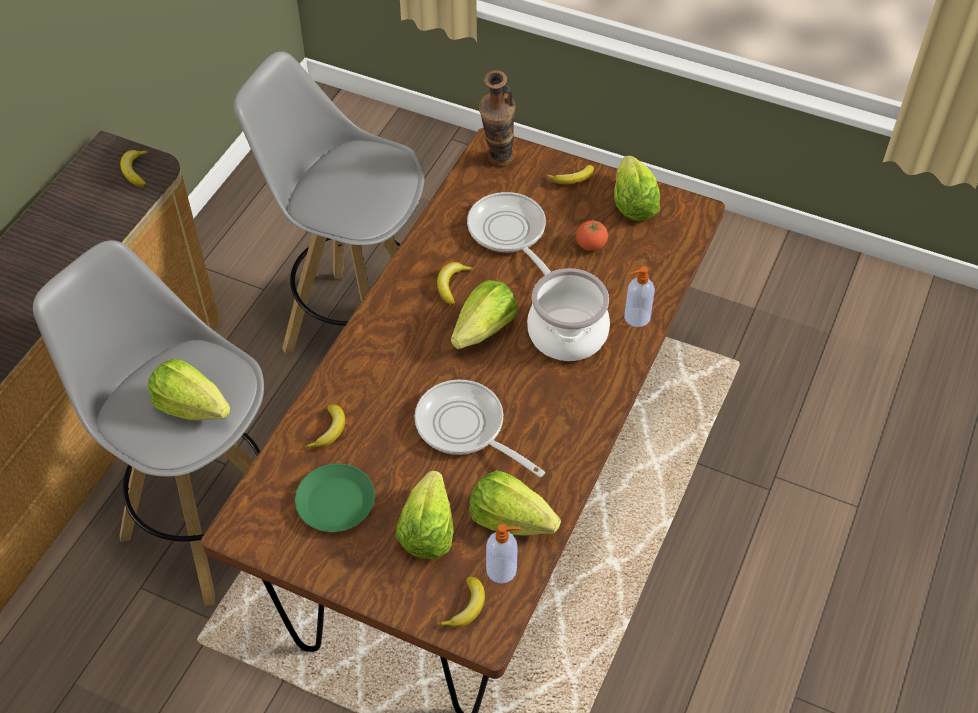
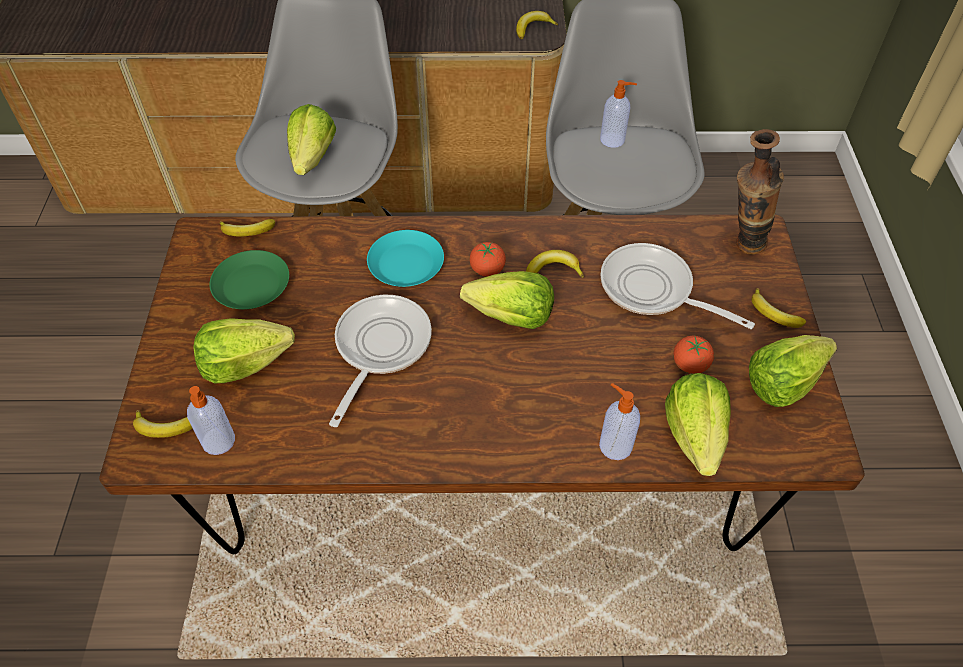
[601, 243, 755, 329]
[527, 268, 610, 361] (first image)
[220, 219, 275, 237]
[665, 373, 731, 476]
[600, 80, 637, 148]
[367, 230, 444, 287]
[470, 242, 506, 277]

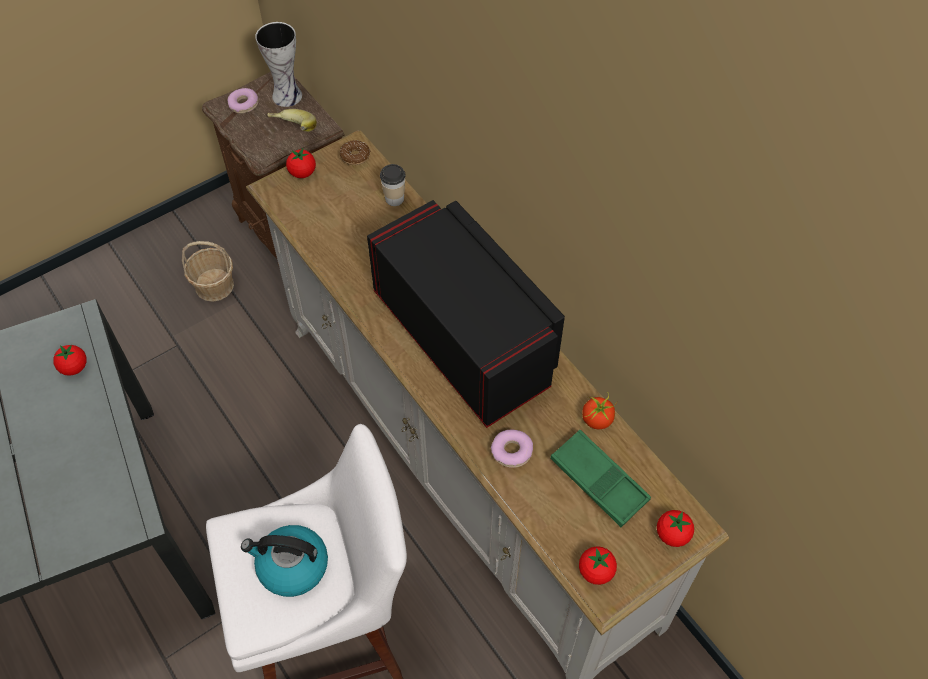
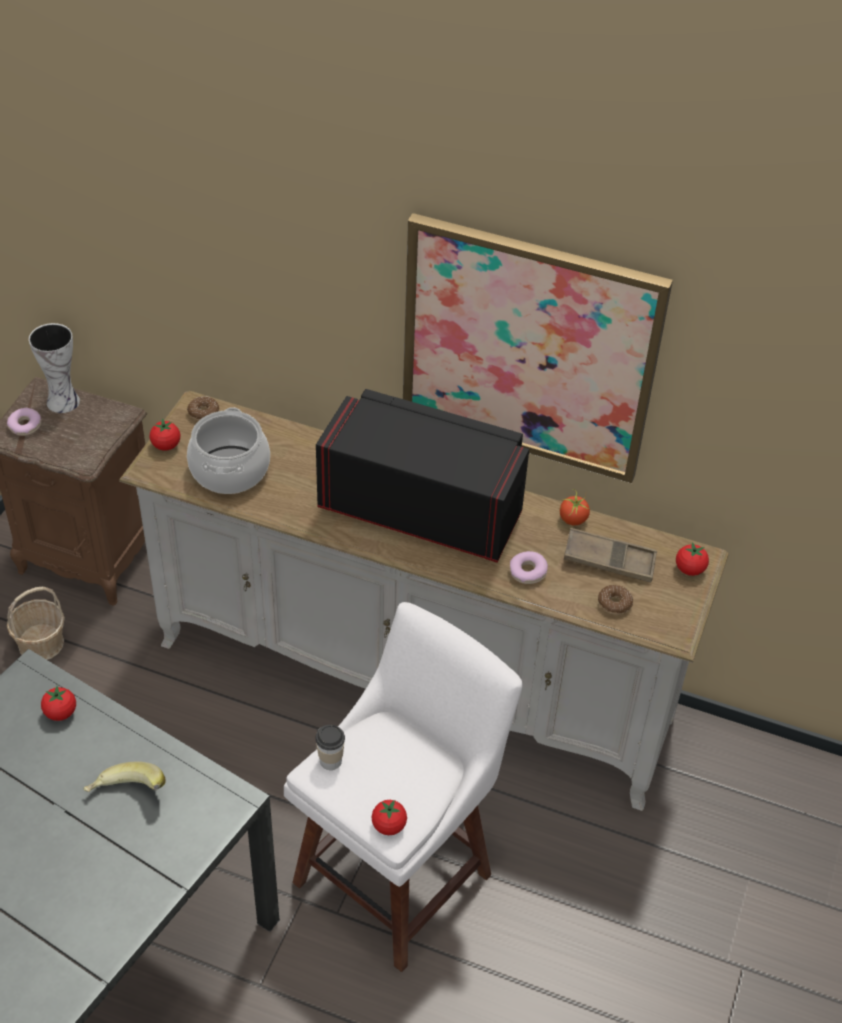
[84, 762, 166, 792]
[315, 725, 345, 770]
[564, 528, 657, 583]
[241, 525, 328, 597] (first image)
[372, 800, 407, 835]
[403, 213, 673, 483]
[187, 408, 270, 494]
[598, 585, 633, 615]

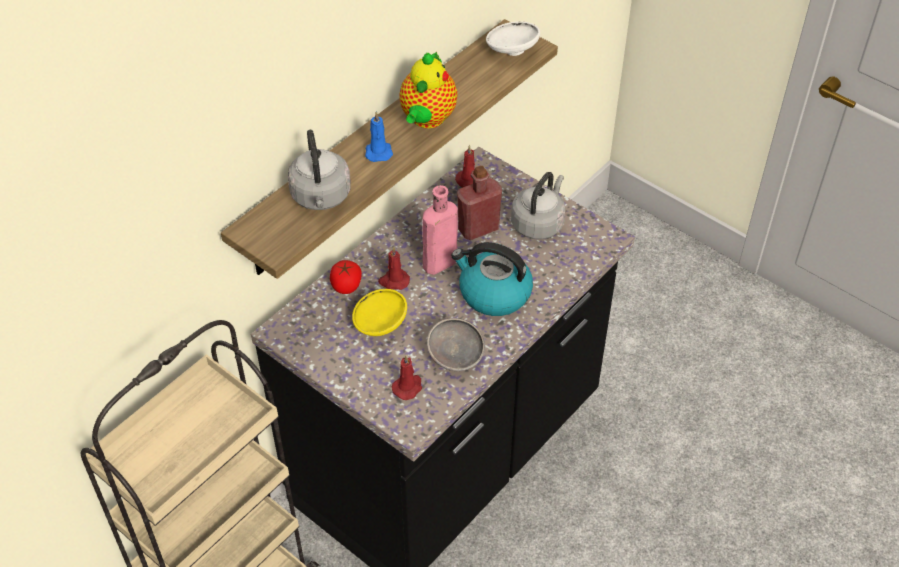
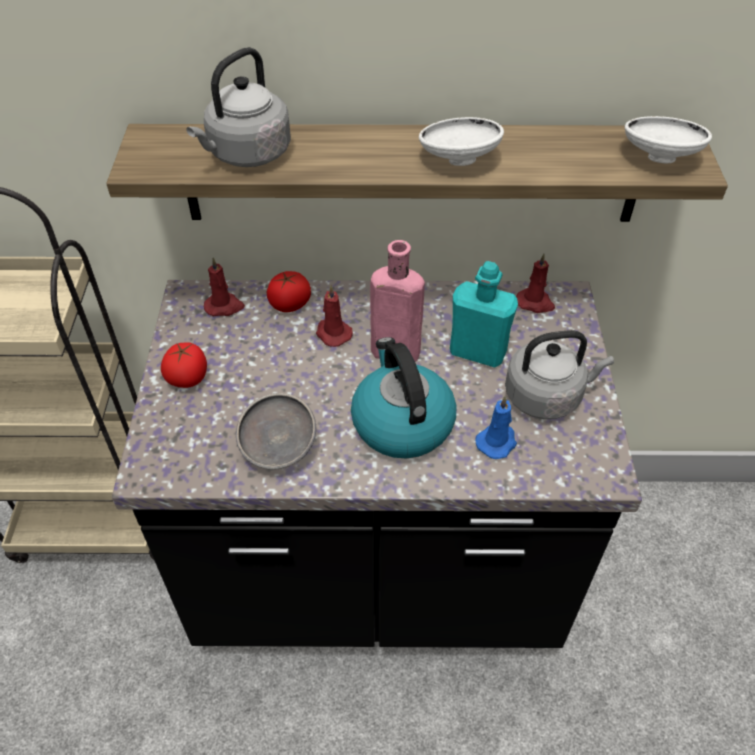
[419, 117, 504, 166]
[475, 395, 517, 459]
[450, 261, 518, 368]
[352, 289, 407, 336] (first image)
[204, 257, 245, 316]
[161, 342, 207, 388]

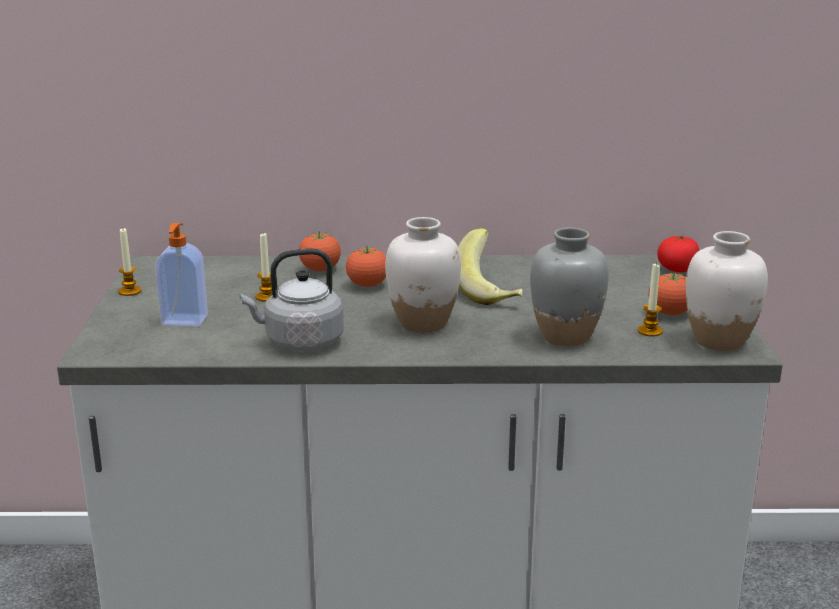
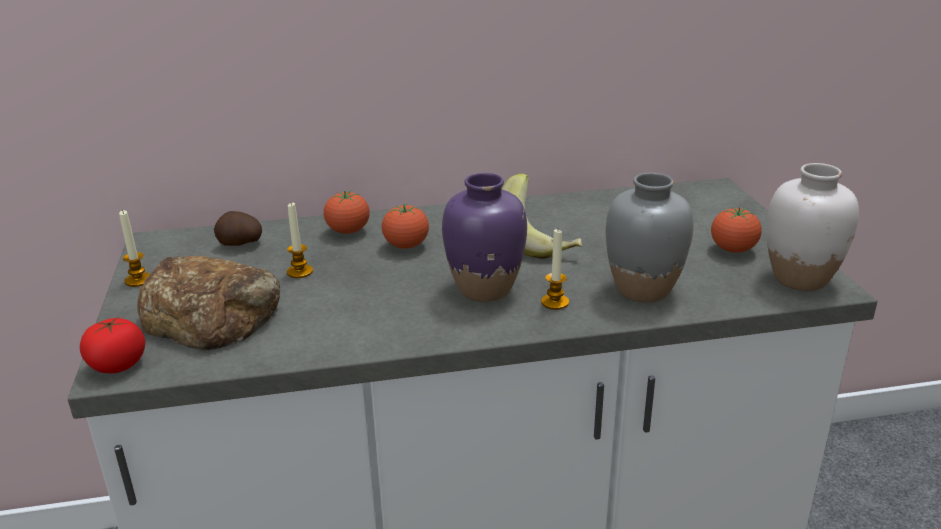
[442, 173, 527, 302]
[137, 256, 280, 350]
[80, 318, 145, 373]
[240, 248, 344, 351] (first image)
[541, 229, 569, 310]
[214, 211, 262, 246]

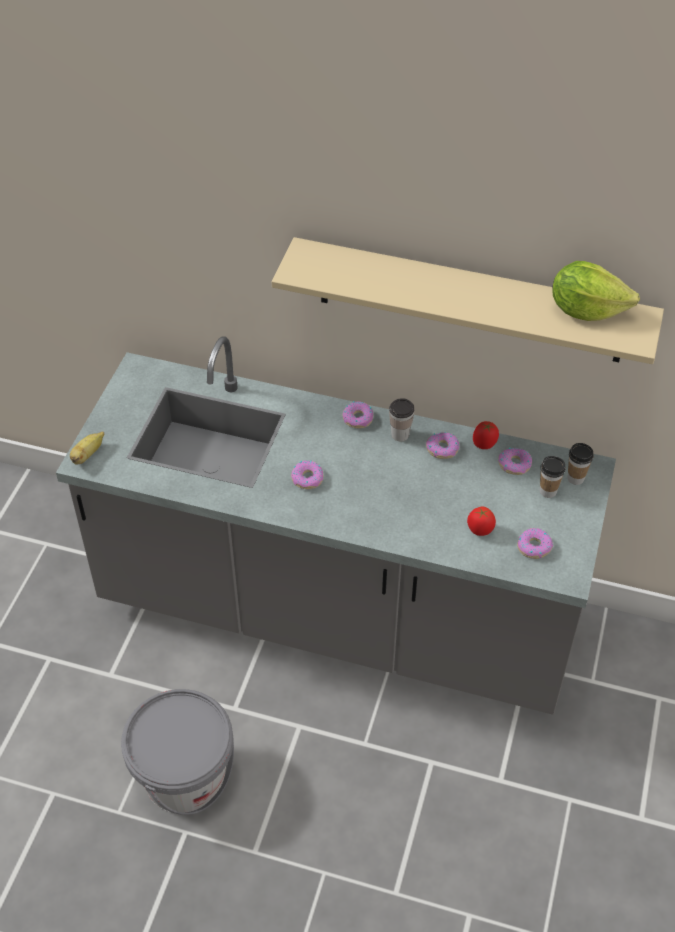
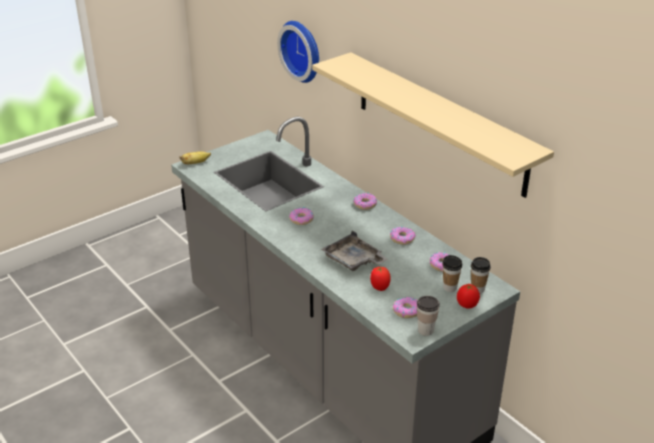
[552, 261, 640, 321] (first image)
[417, 296, 440, 336]
[457, 284, 480, 308]
[121, 689, 234, 815] (first image)
[277, 21, 319, 83]
[321, 231, 388, 271]

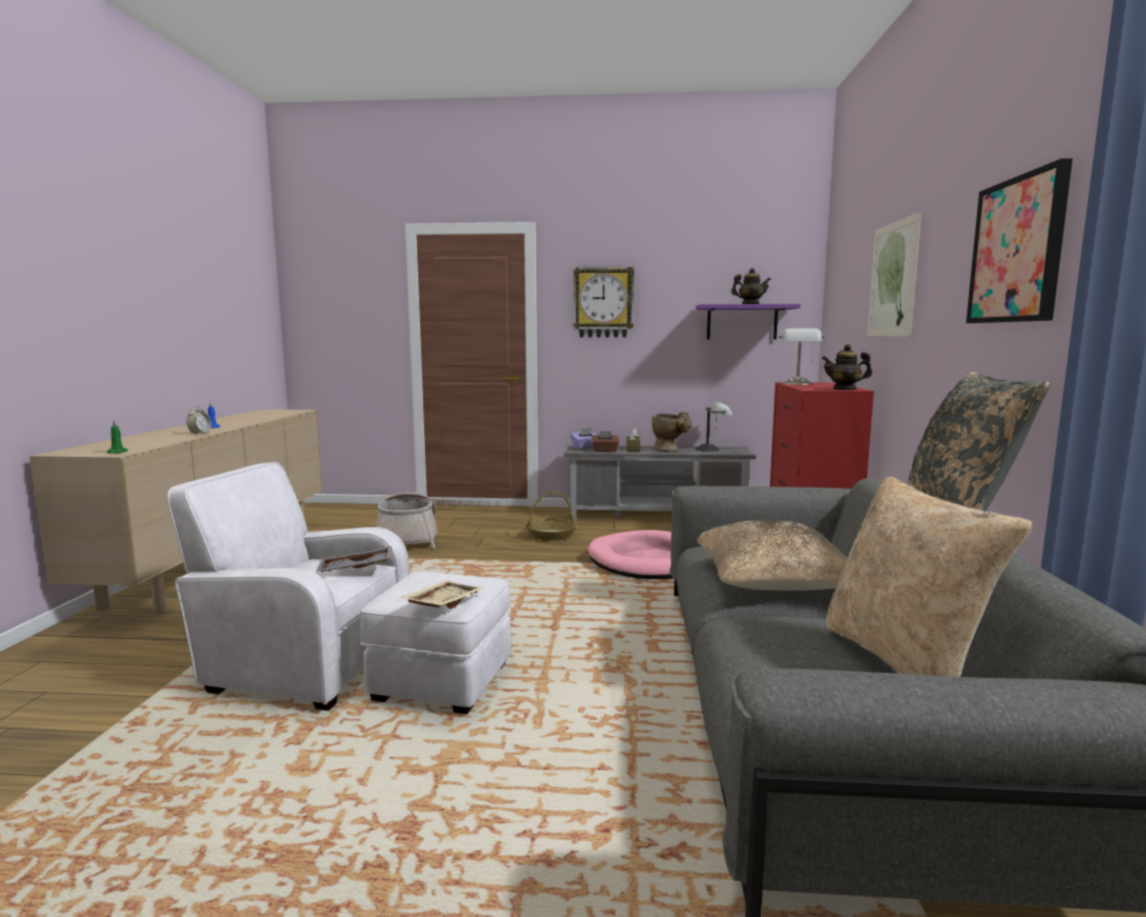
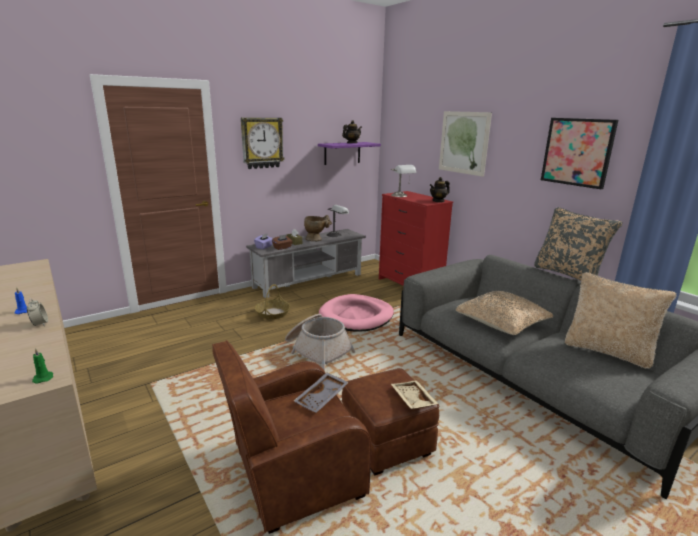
[212, 340, 439, 534]
[285, 314, 355, 371]

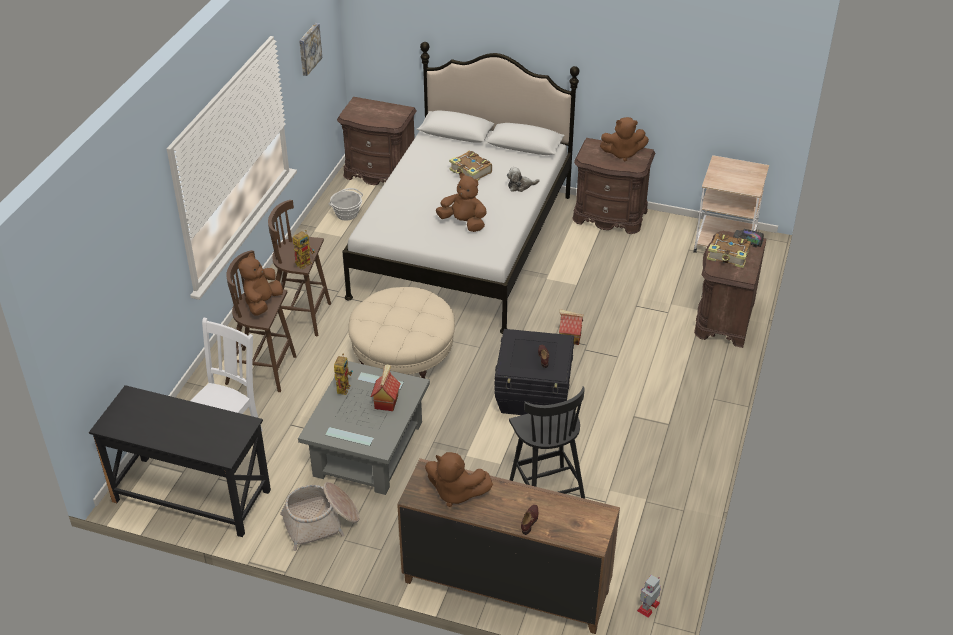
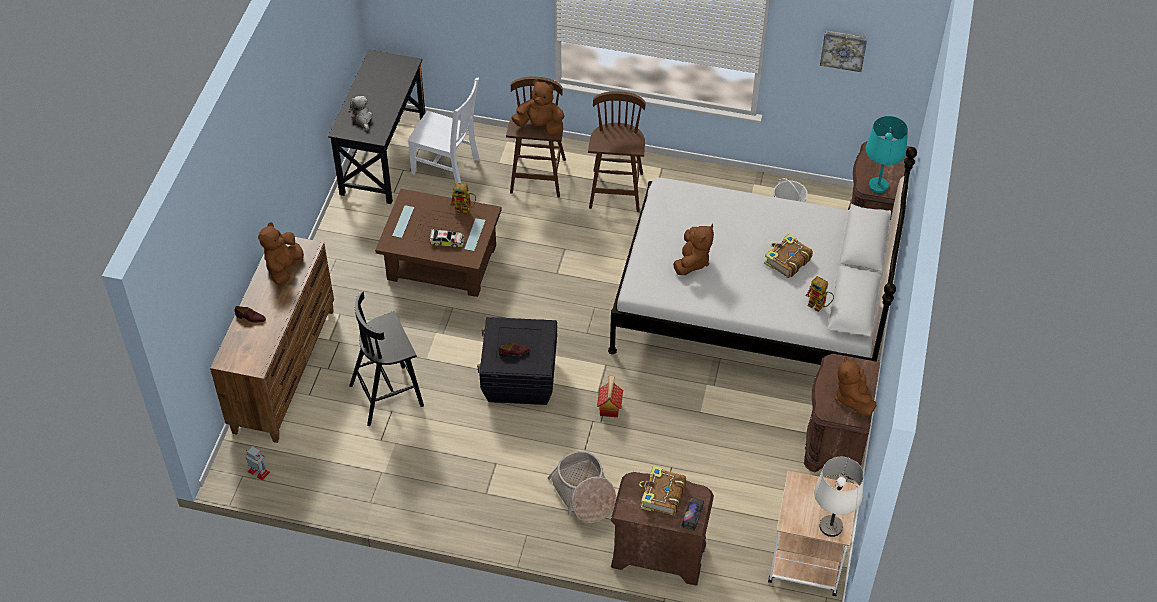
[349, 96, 373, 130]
[805, 276, 834, 312]
[349, 287, 455, 378] (first image)
[375, 189, 502, 297]
[430, 229, 464, 247]
[548, 451, 616, 523]
[866, 116, 908, 193]
[814, 457, 864, 537]

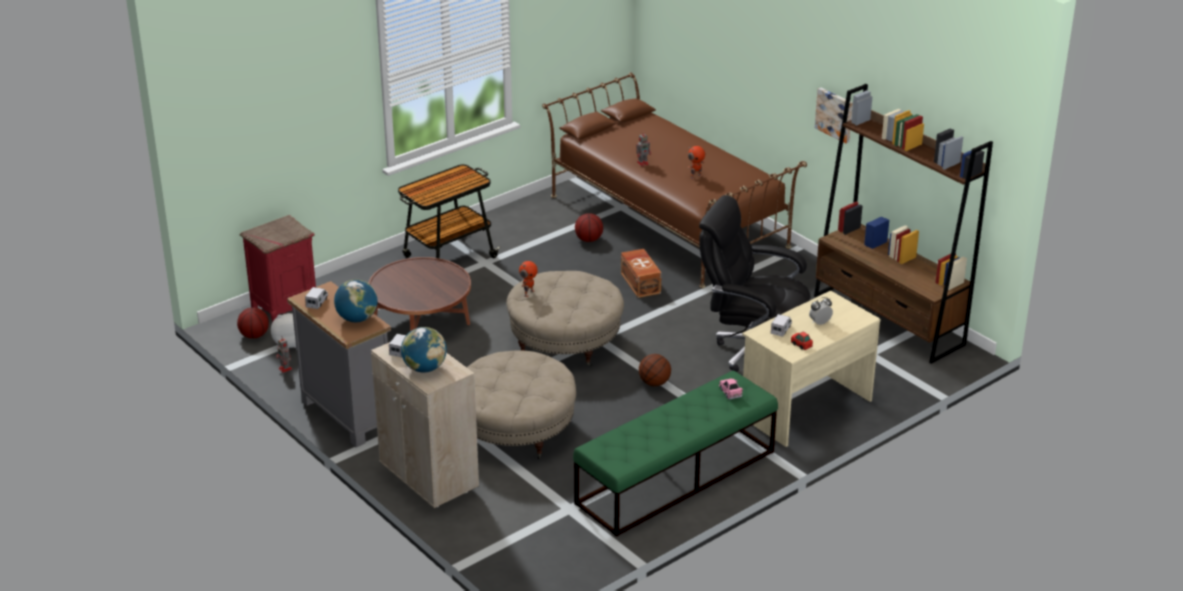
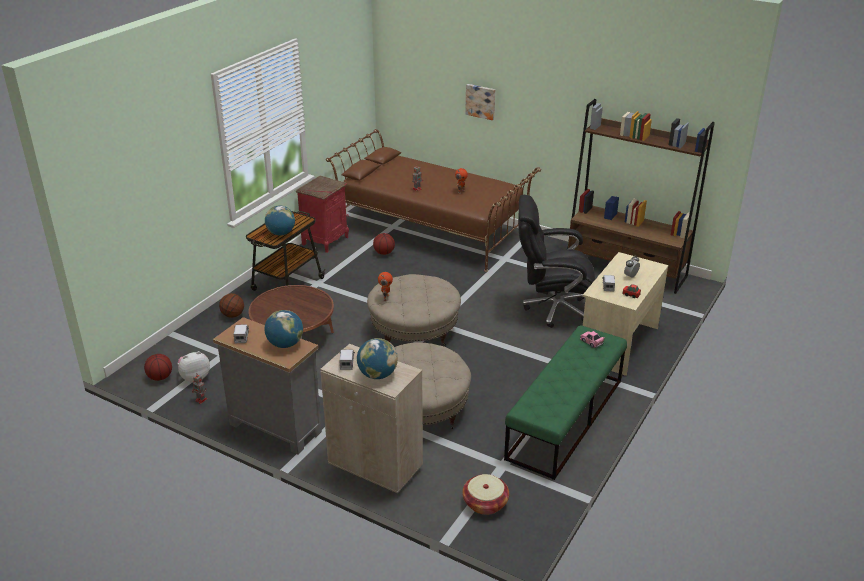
[465, 84, 495, 120]
[296, 175, 349, 253]
[621, 249, 662, 298] (first image)
[219, 293, 244, 318]
[265, 205, 295, 236]
[462, 474, 509, 515]

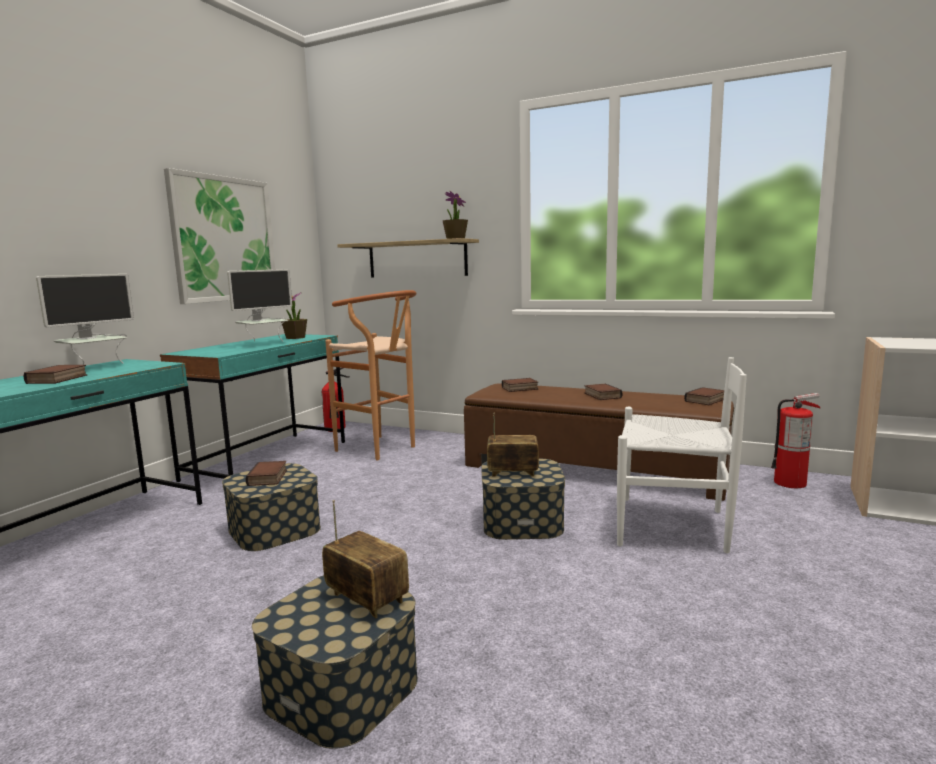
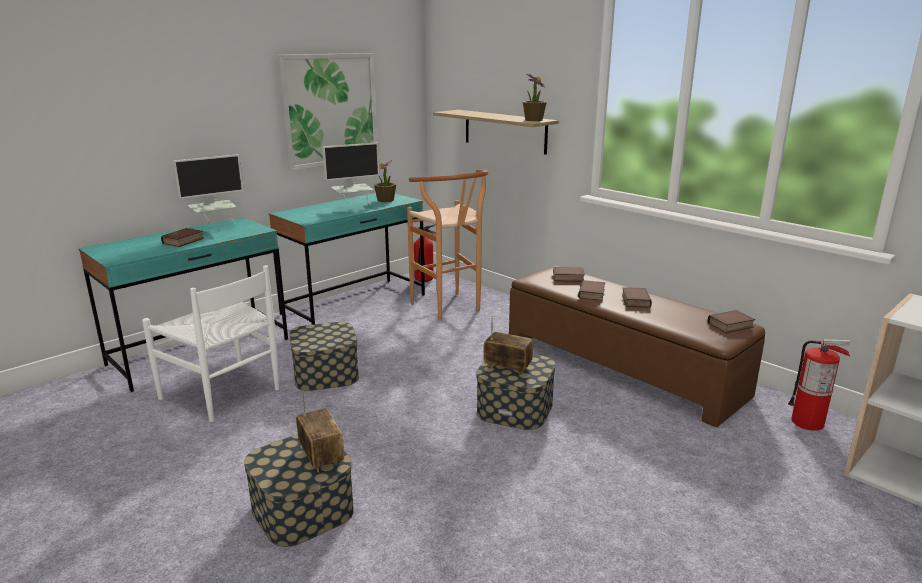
[142, 265, 280, 422]
[578, 280, 605, 301]

